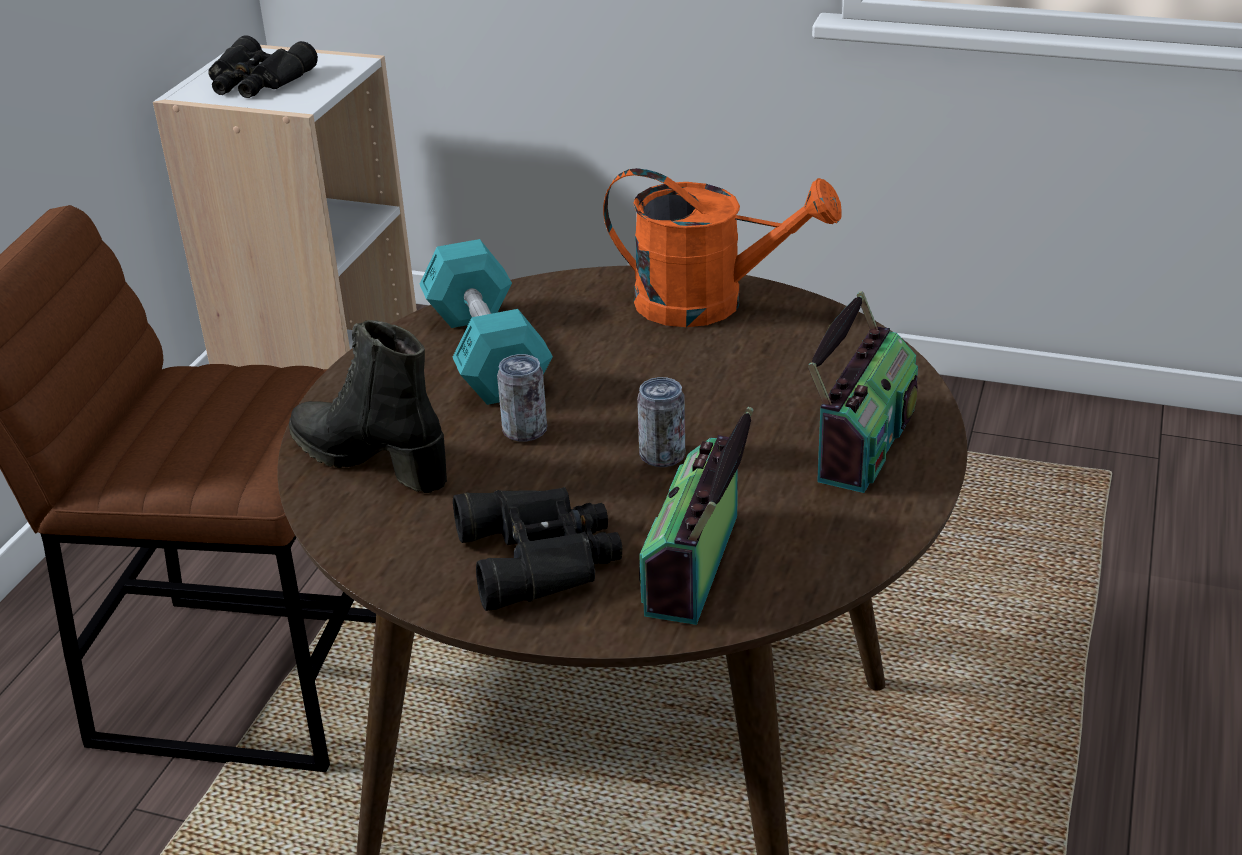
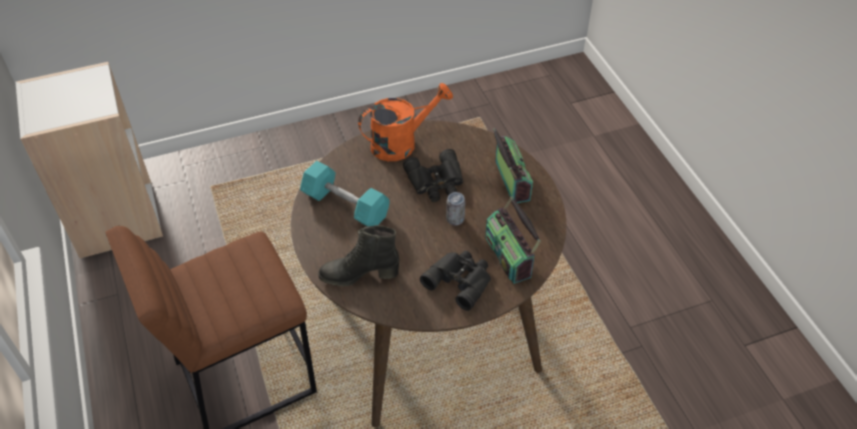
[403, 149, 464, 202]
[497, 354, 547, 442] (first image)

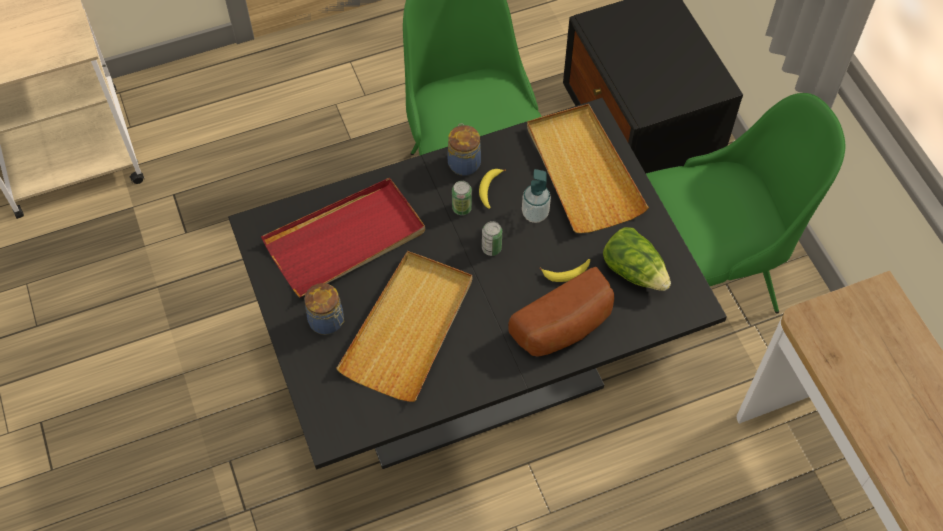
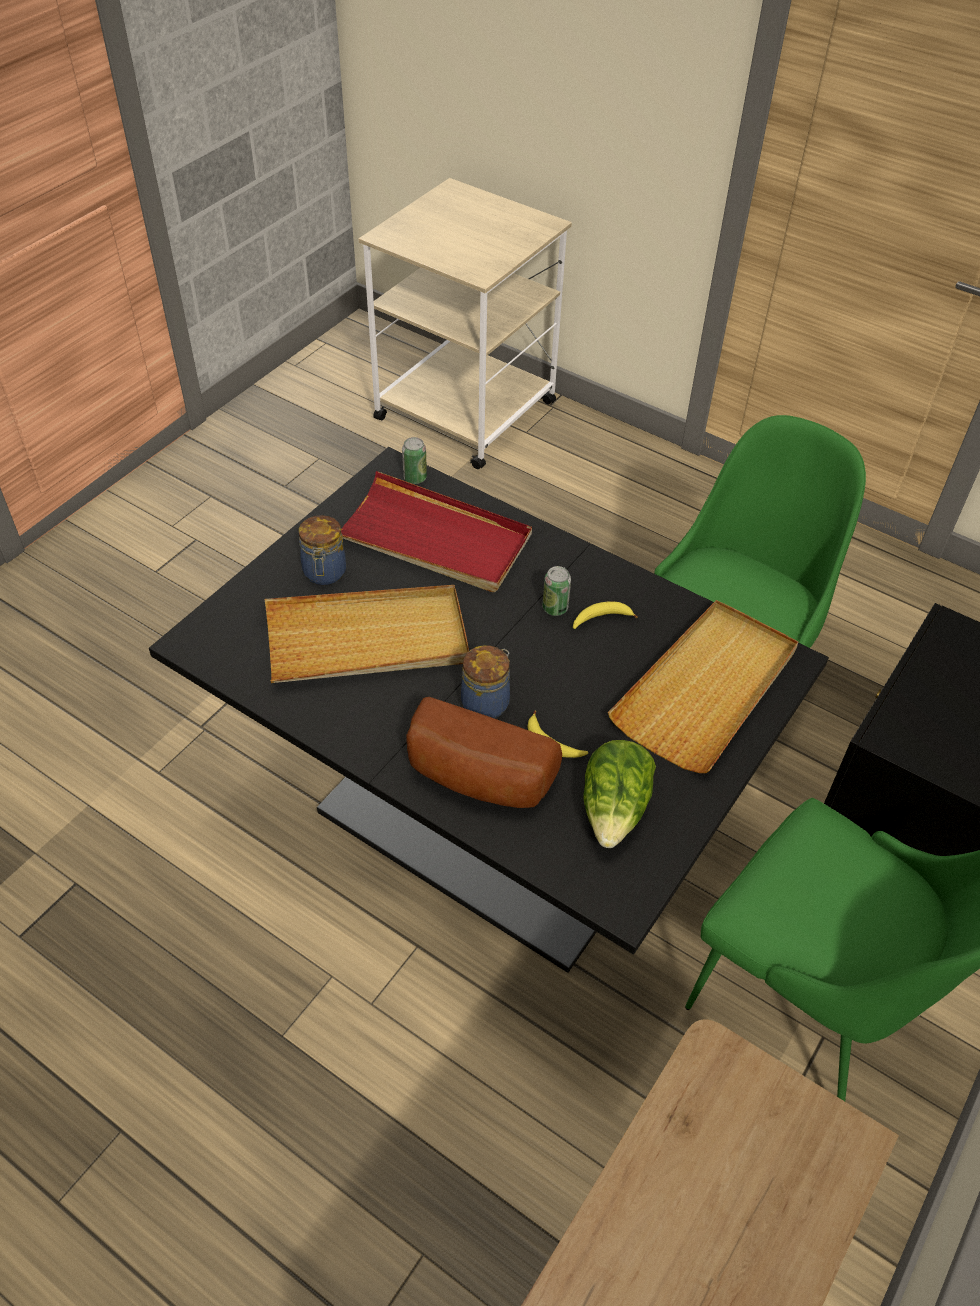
[461, 645, 510, 719]
[522, 169, 551, 223] (first image)
[402, 437, 427, 484]

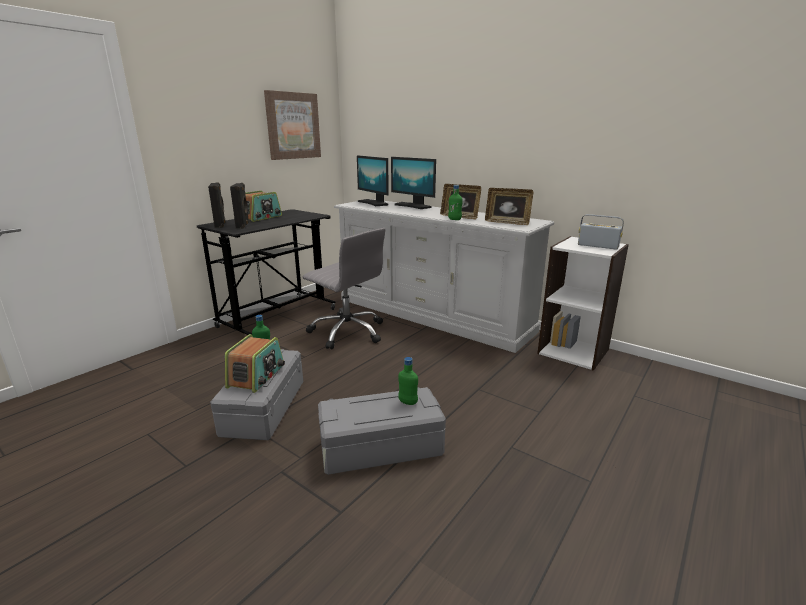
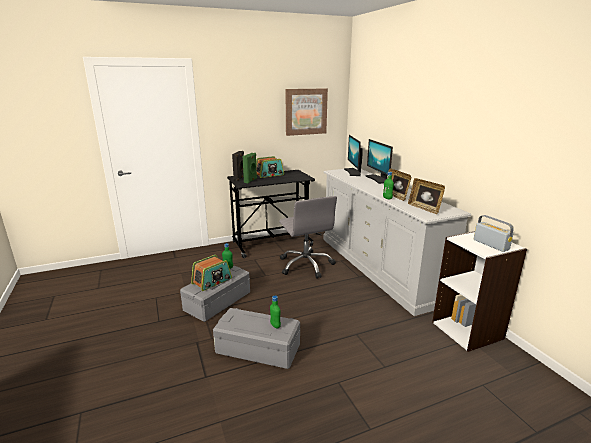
[243, 153, 257, 183]

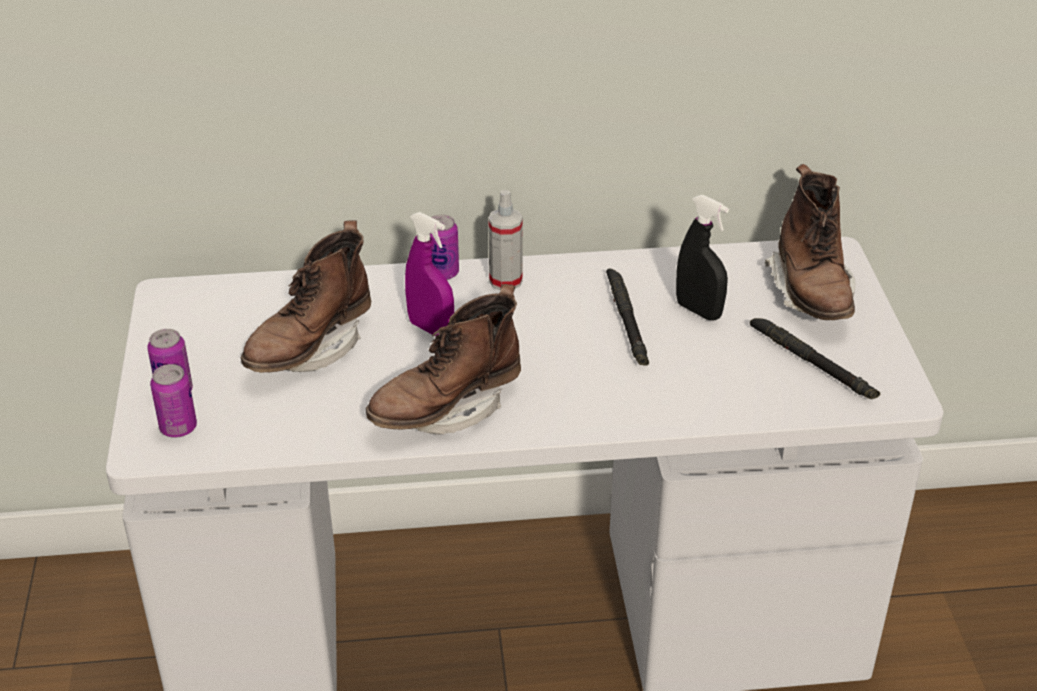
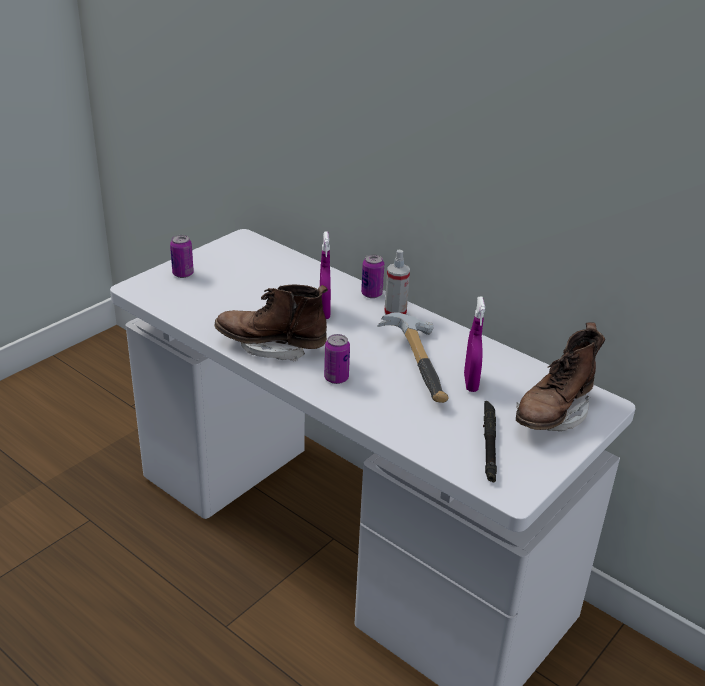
[464, 297, 485, 392]
[241, 220, 371, 373] (first image)
[377, 312, 449, 403]
[324, 334, 350, 384]

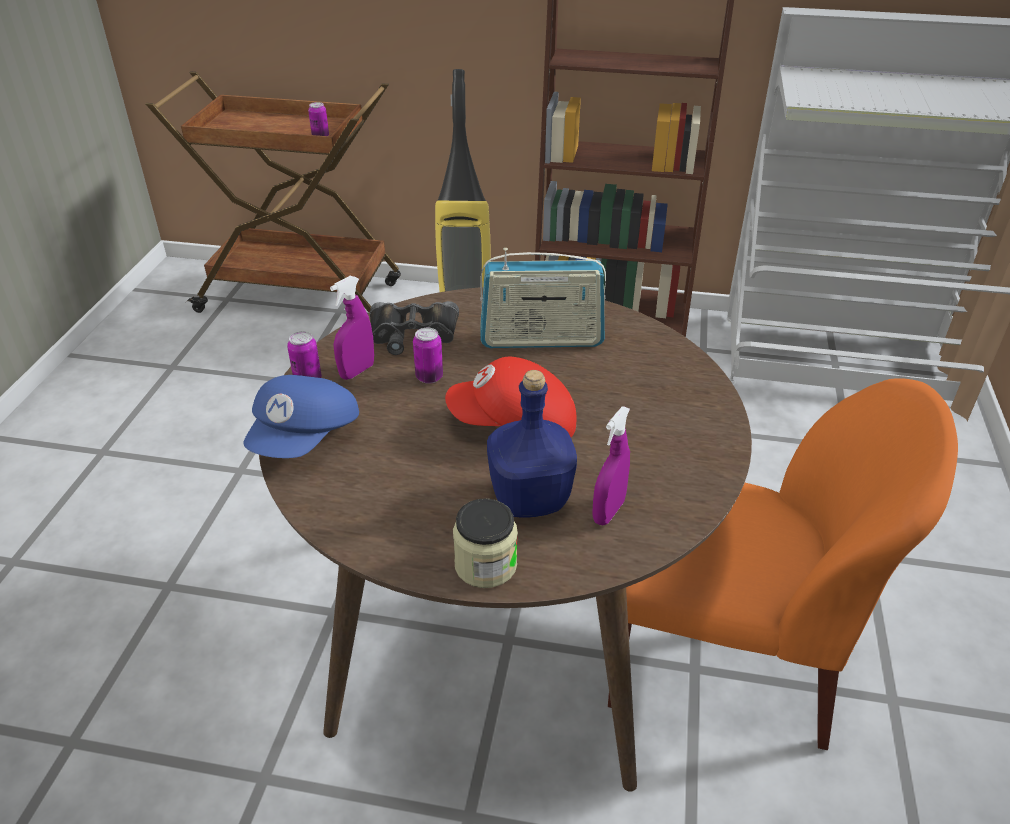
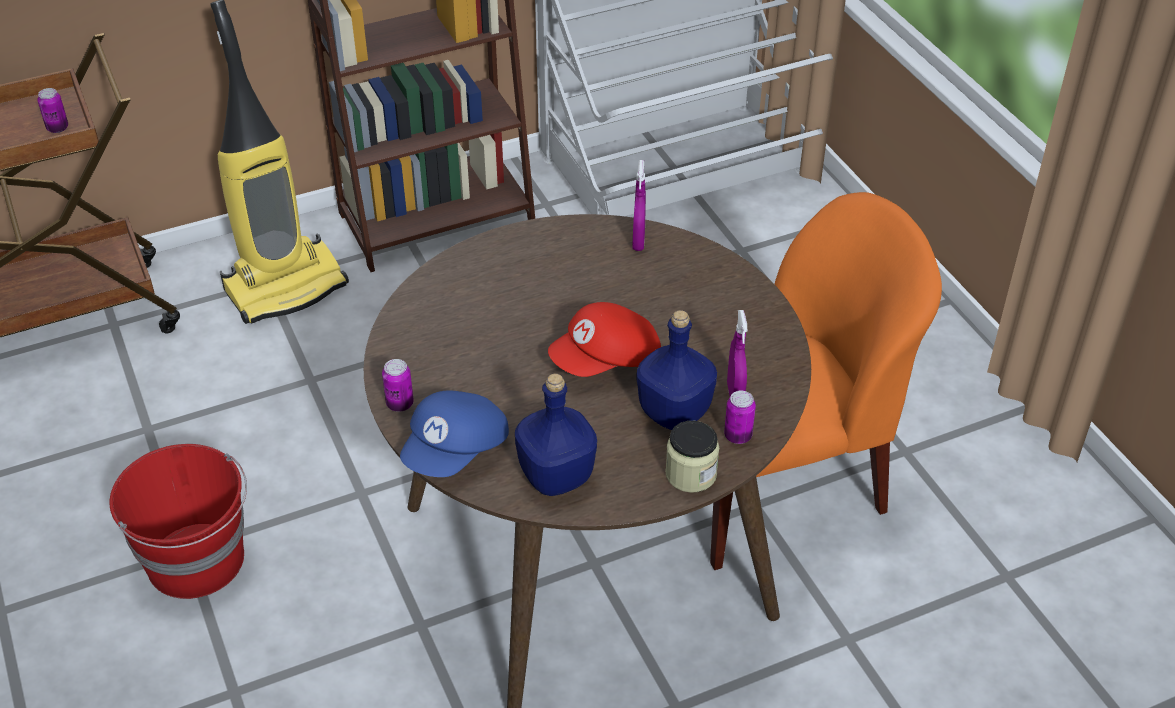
[480, 248, 606, 348] (first image)
[632, 160, 646, 251]
[370, 301, 459, 355] (first image)
[724, 390, 756, 444]
[400, 391, 509, 477]
[515, 374, 597, 496]
[109, 444, 247, 599]

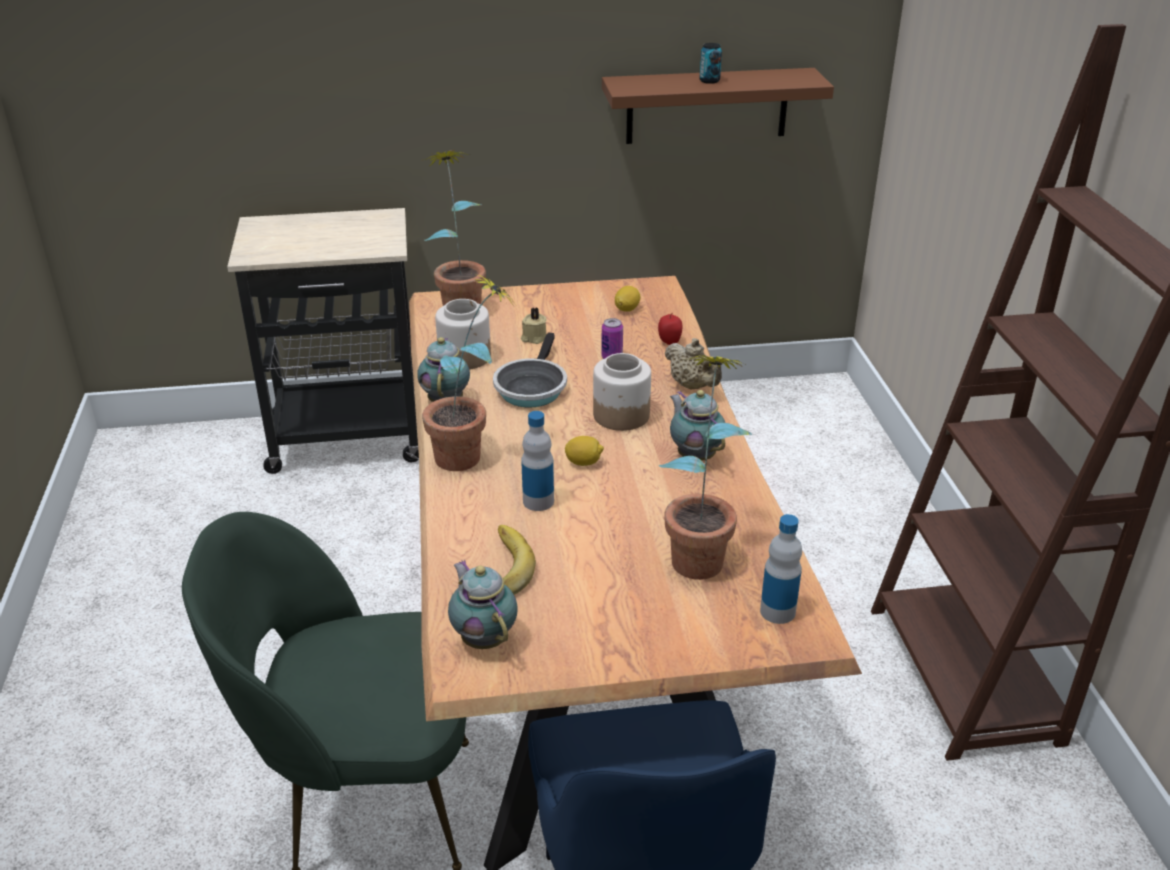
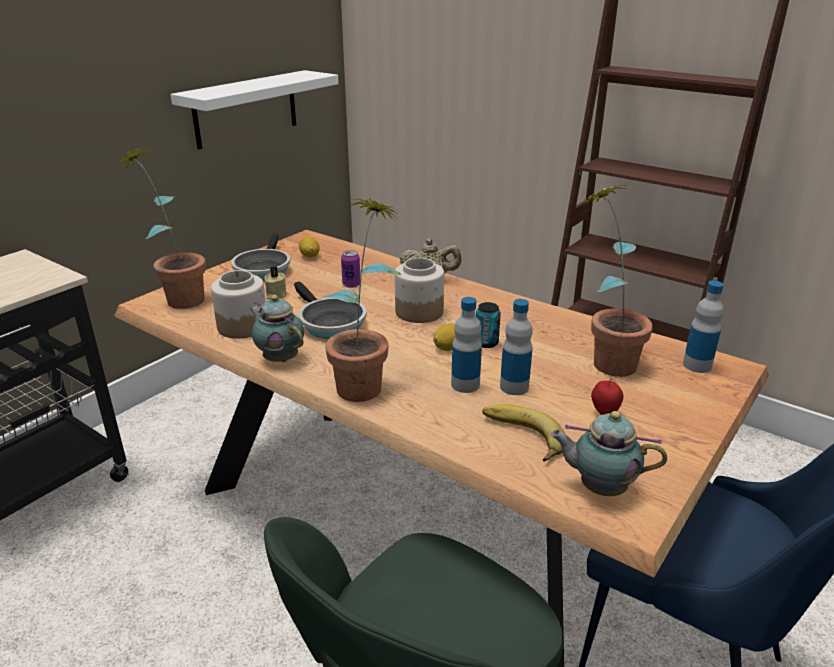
[476, 302, 501, 348]
[170, 70, 339, 150]
[591, 378, 623, 415]
[670, 390, 725, 461] (first image)
[231, 233, 291, 281]
[500, 299, 533, 395]

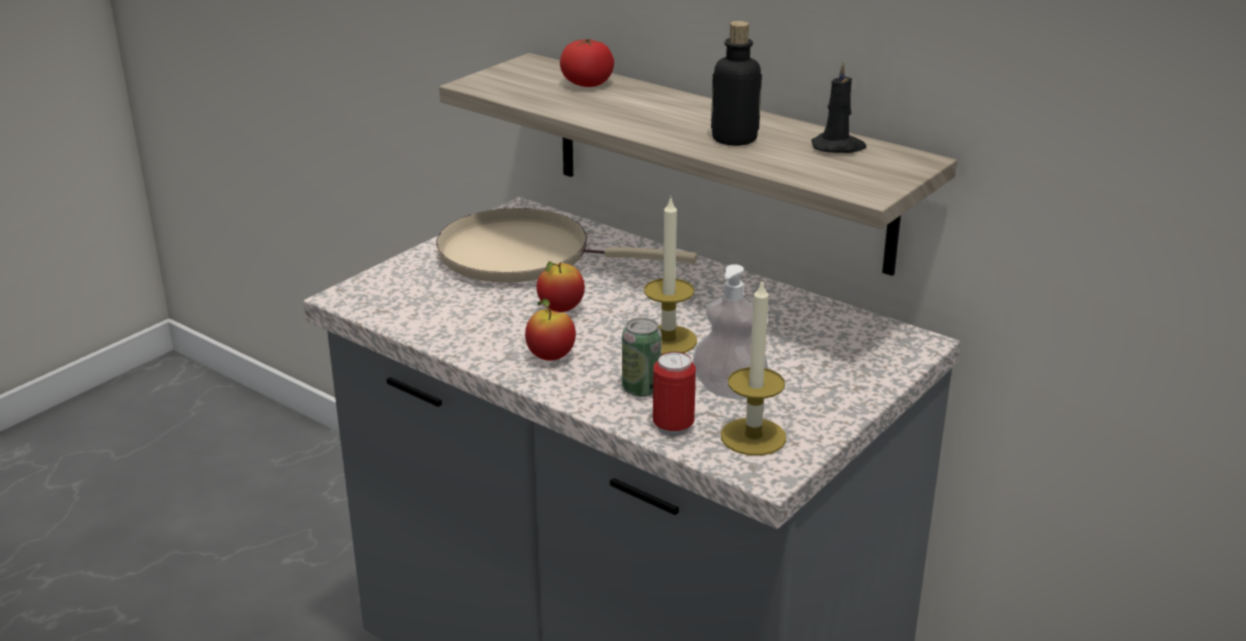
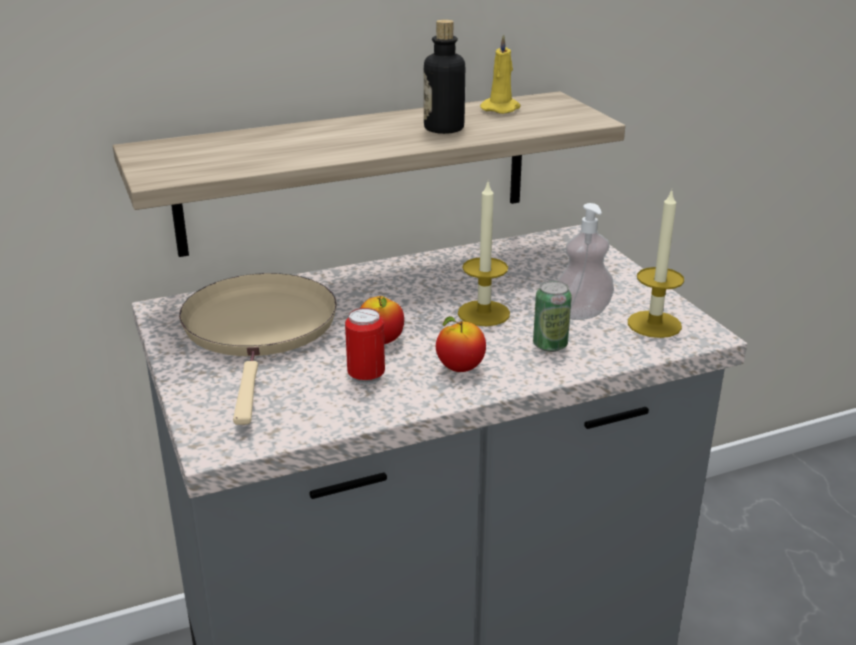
[560, 39, 614, 87] (first image)
[480, 34, 521, 114]
[179, 273, 337, 425]
[345, 308, 385, 385]

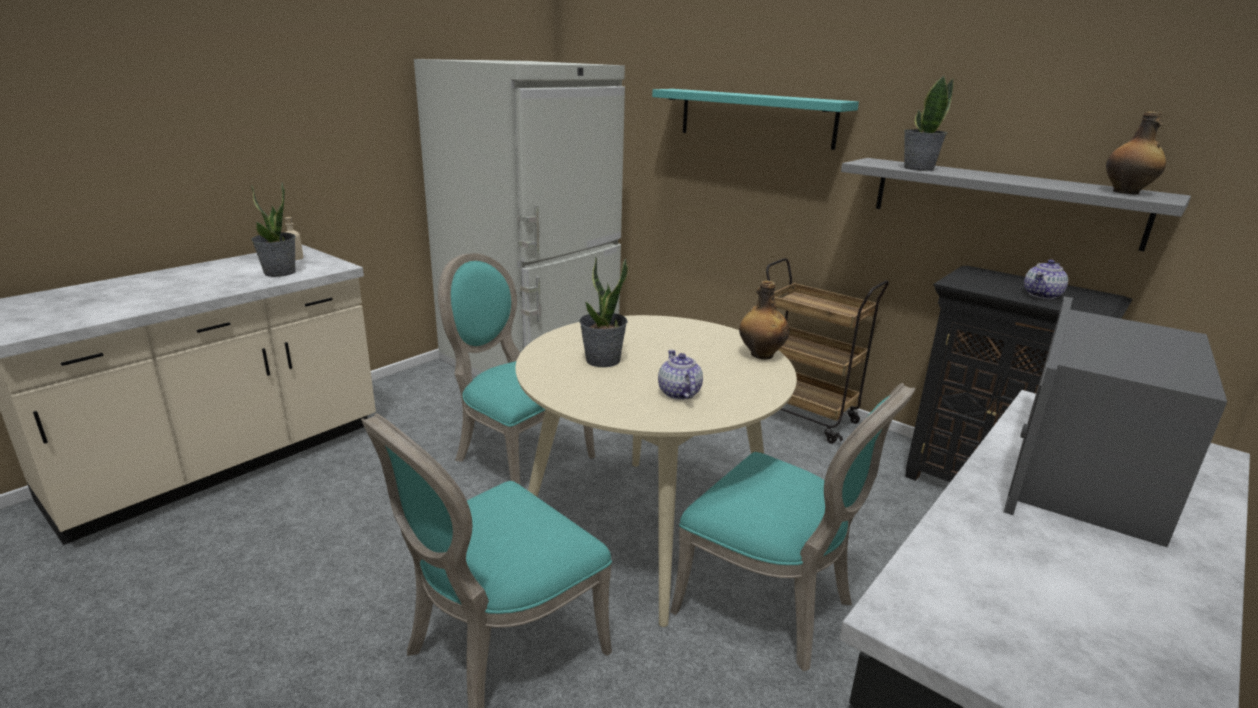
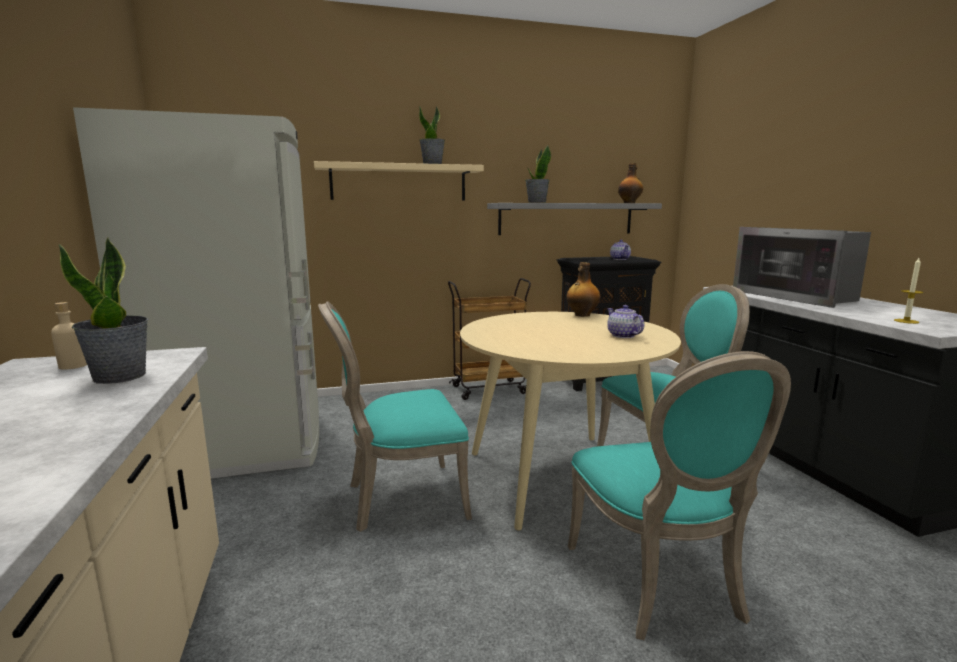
[314, 161, 484, 200]
[419, 106, 445, 164]
[607, 305, 644, 338]
[894, 258, 923, 324]

